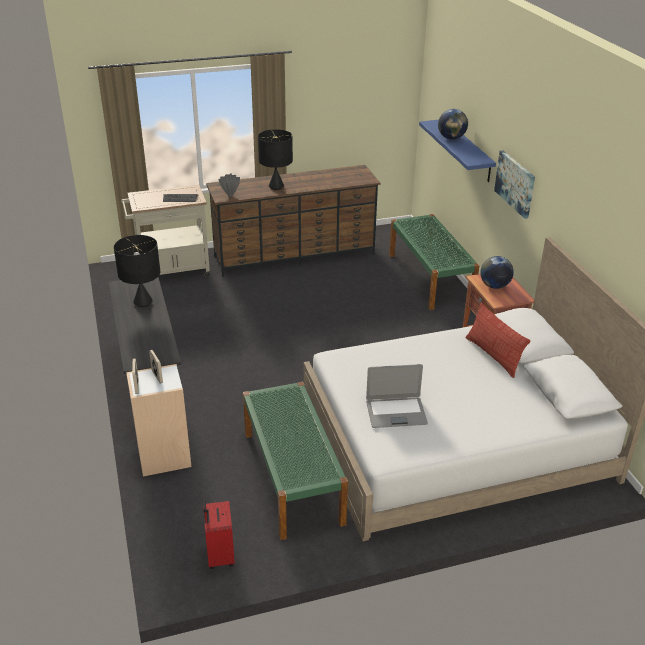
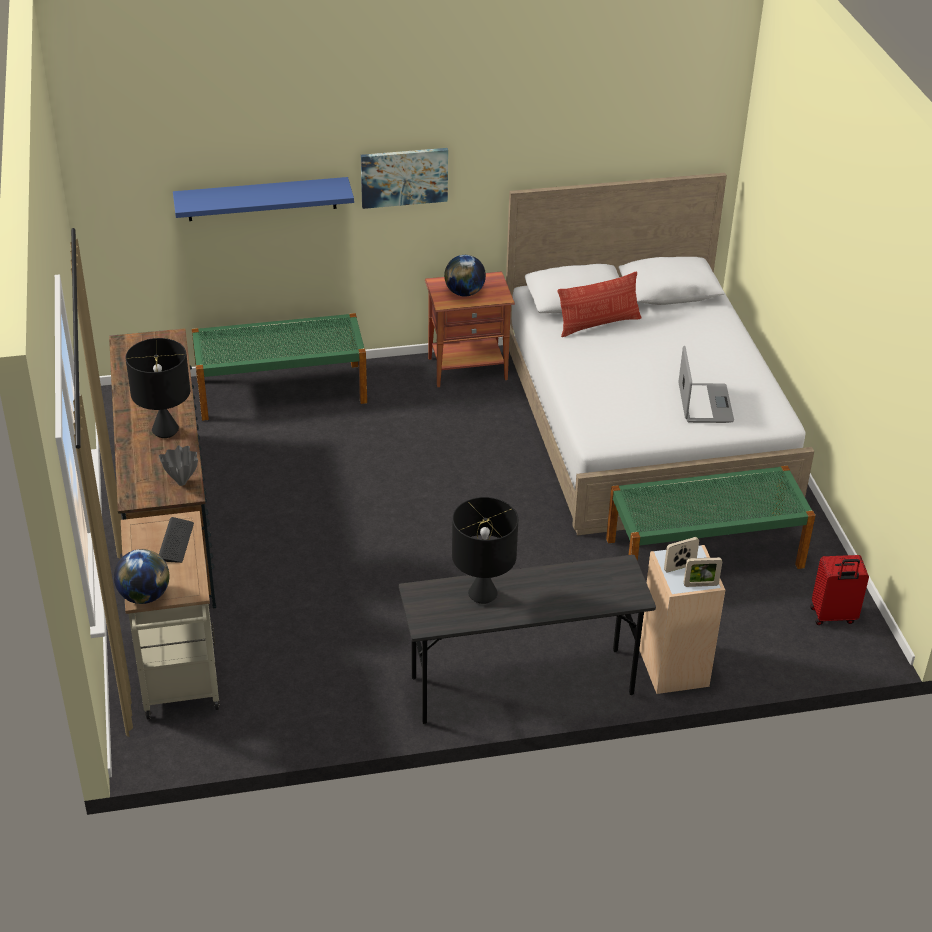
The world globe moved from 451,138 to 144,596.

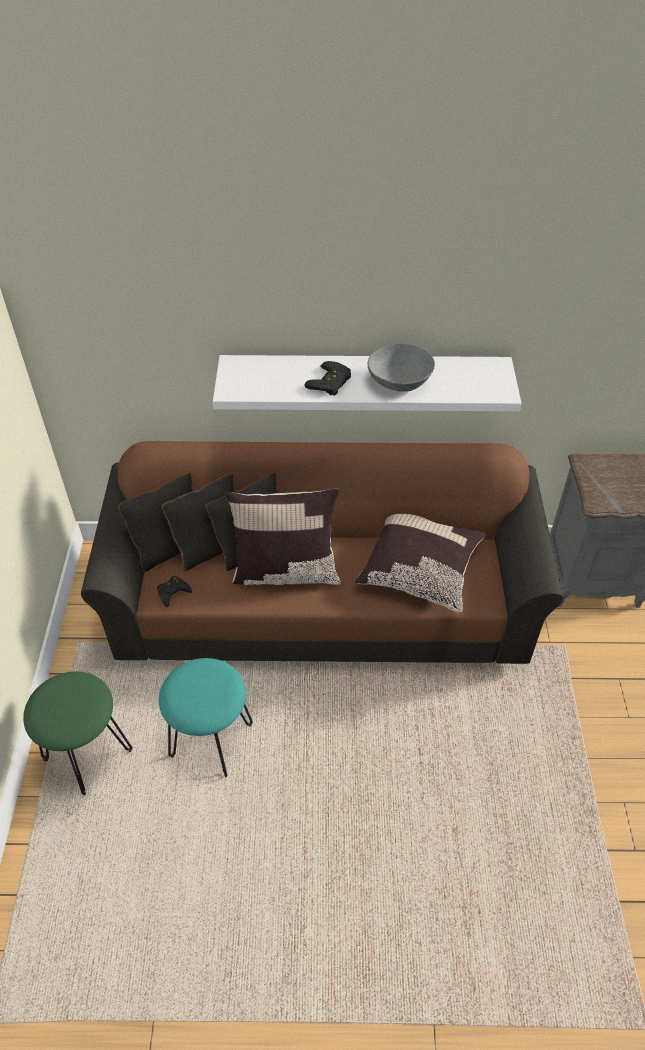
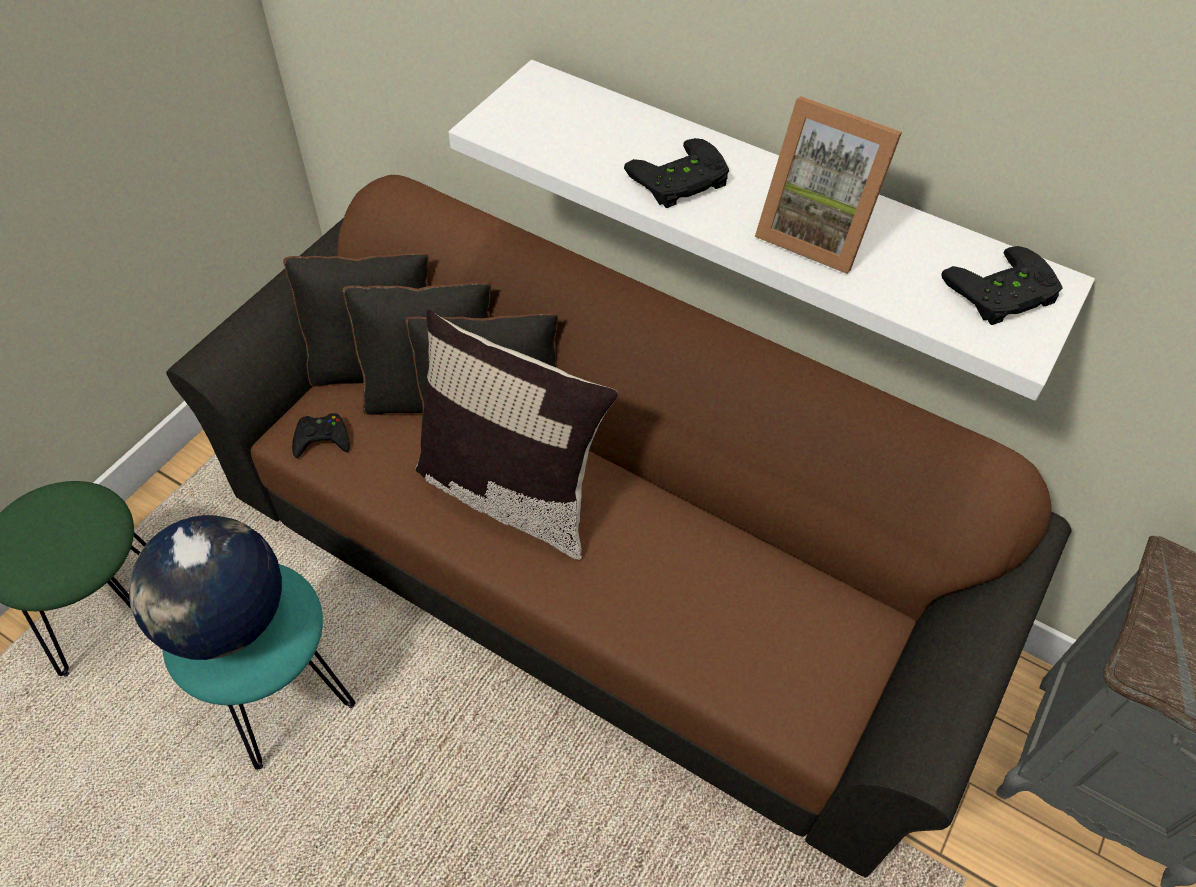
The gray deep dish at 400,381 was replaced by the picture frame at 816,232.
The cushion at 420,569 disappeared.
The blackish gamepad at 1004,295 appeared.
The world globe at 225,619 appeared.

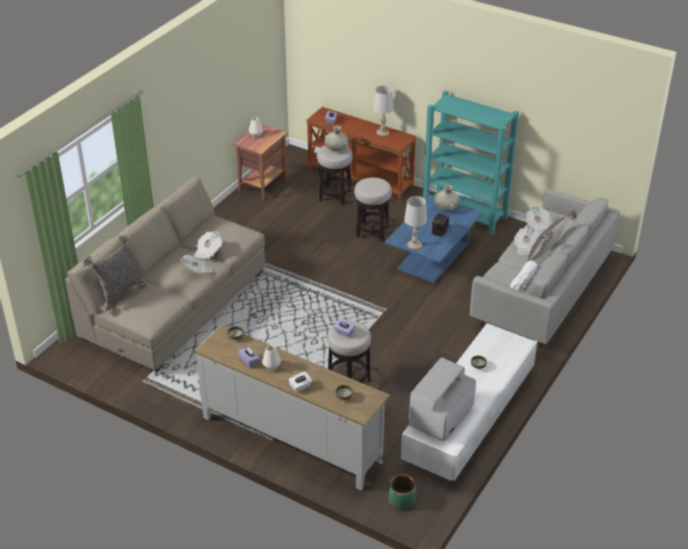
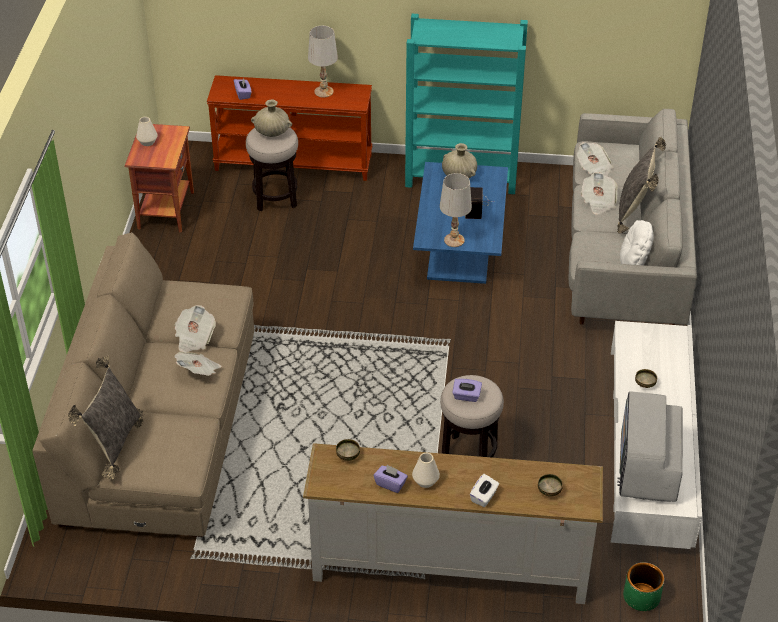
The sitting stool at 372,231 disappeared.

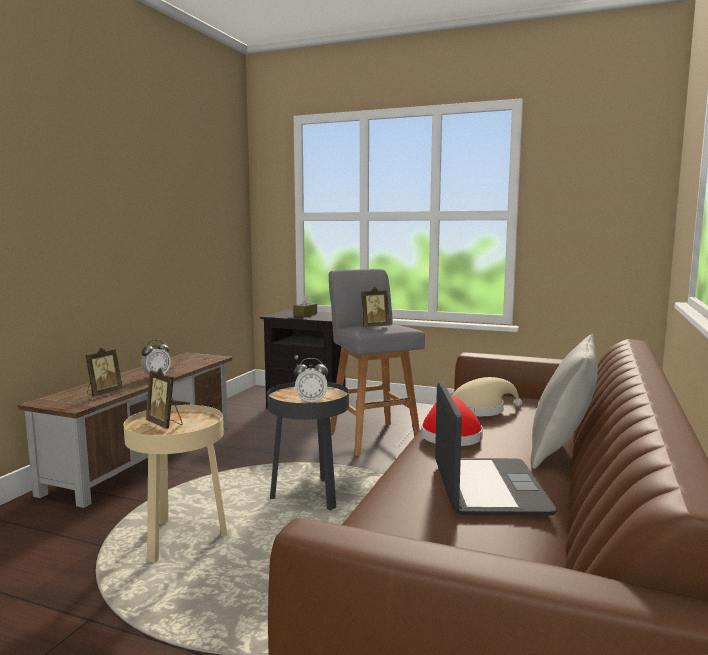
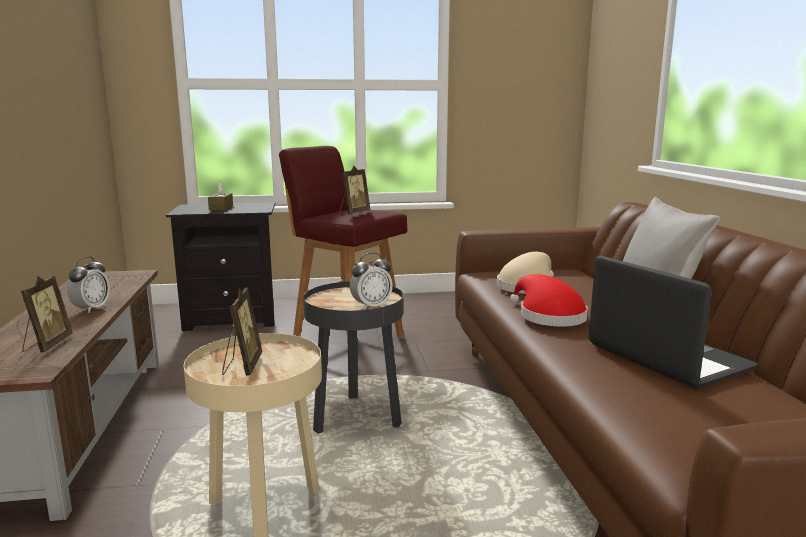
The gray sitting stool at 373,437 became the red-coloured sitting stool at 346,340.
The picture frame at 165,424 turned 105 degrees counterclockwise.

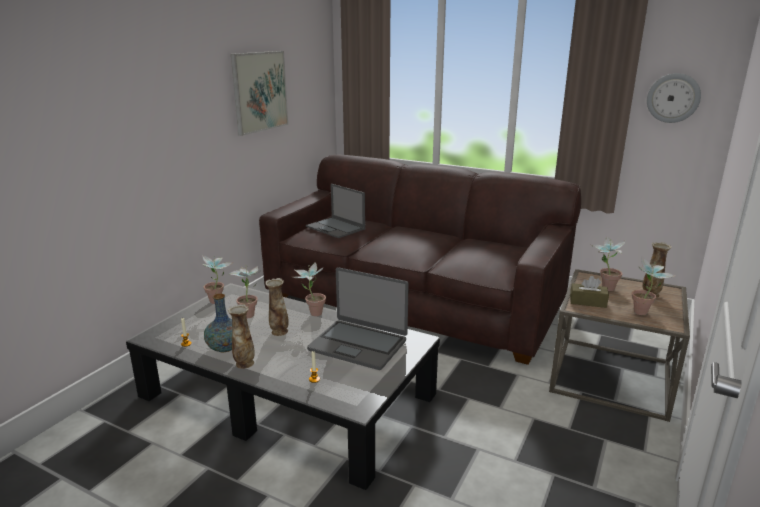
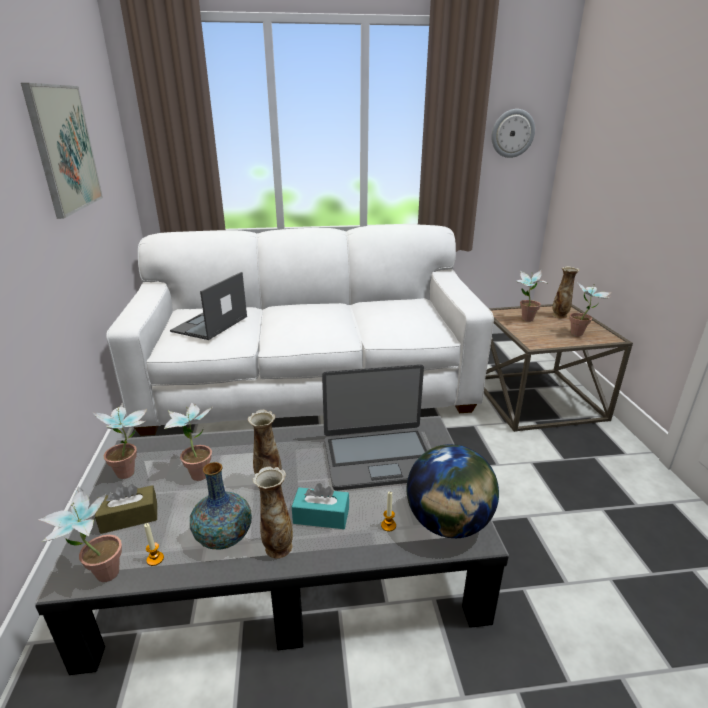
The brown-coloured settee at 412,303 became the white-coloured settee at 308,387.
The notebook computer at 336,228 turned 105 degrees clockwise.
The potted plant moved from 311,313 to 98,576.
The brown-coloured box of tissues moved from 588,302 to 129,517.
The world globe at 448,523 appeared.
The blue-green box of tissues at 321,516 appeared.

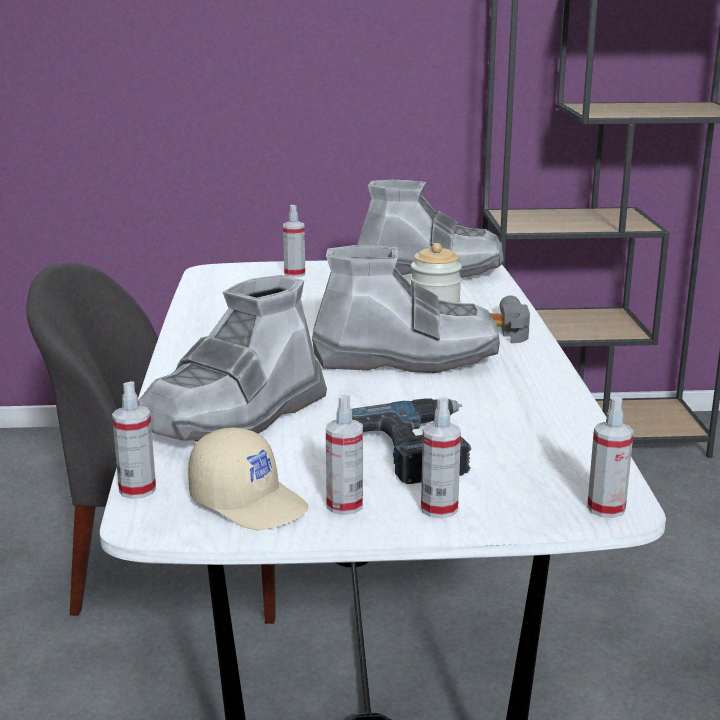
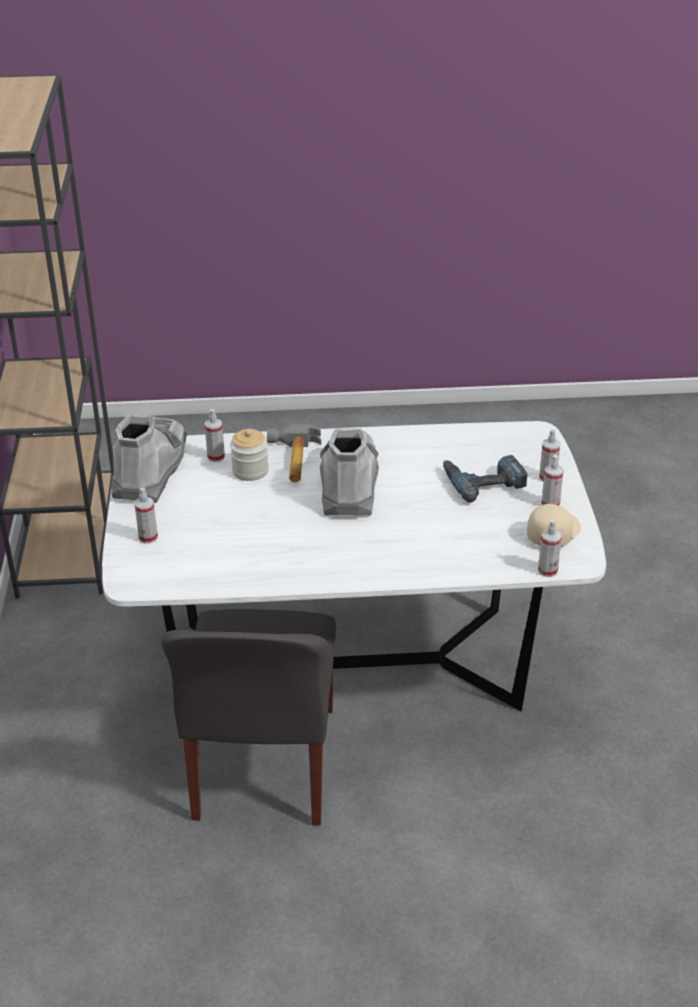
The gray high-top boot at 235,417 disappeared.
The sprayer moved from 606,508 to 216,457.

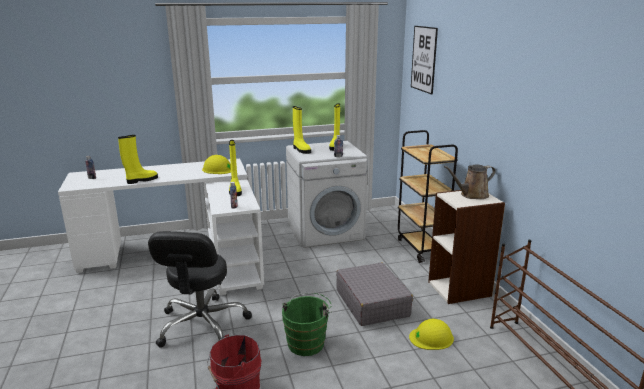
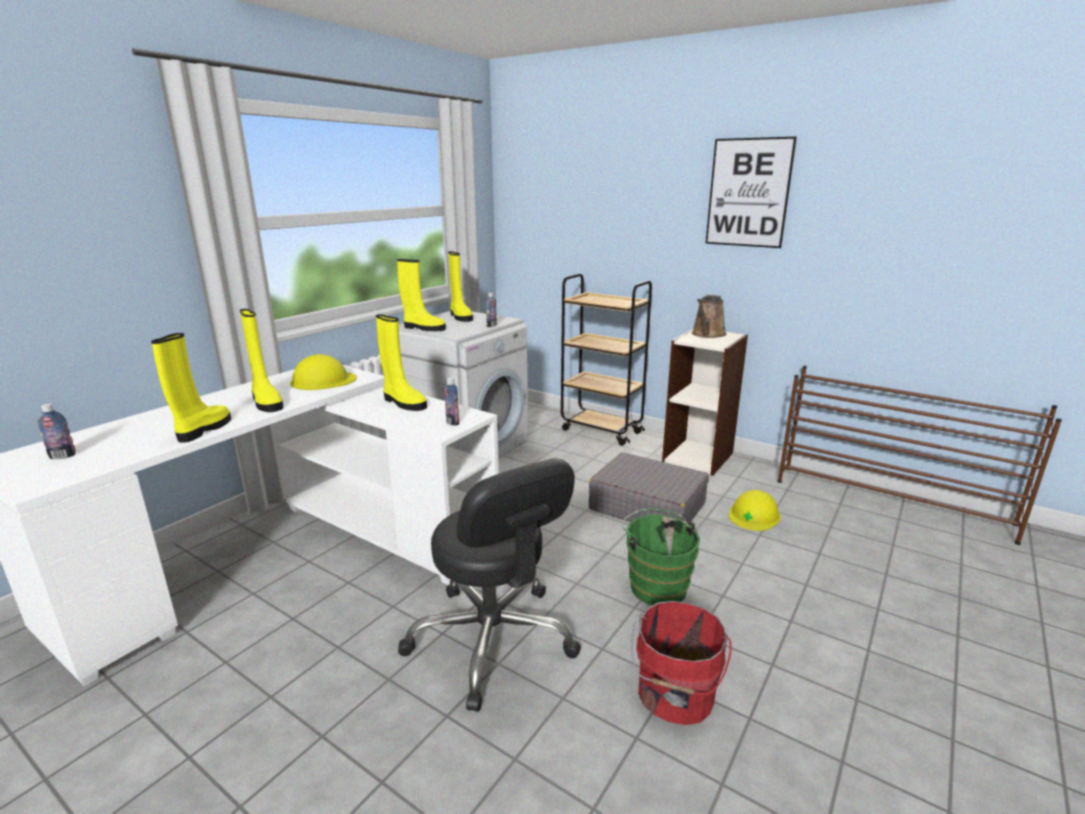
The wall picture moved from 424,59 to 748,193.
The yellow high-top boot at 266,402 appeared.

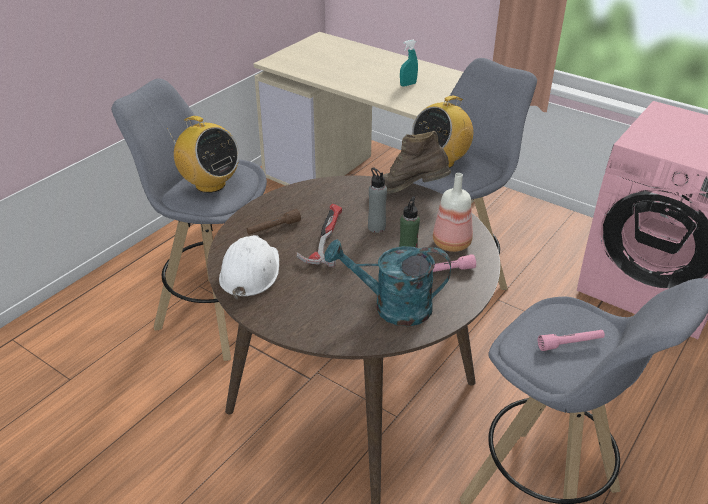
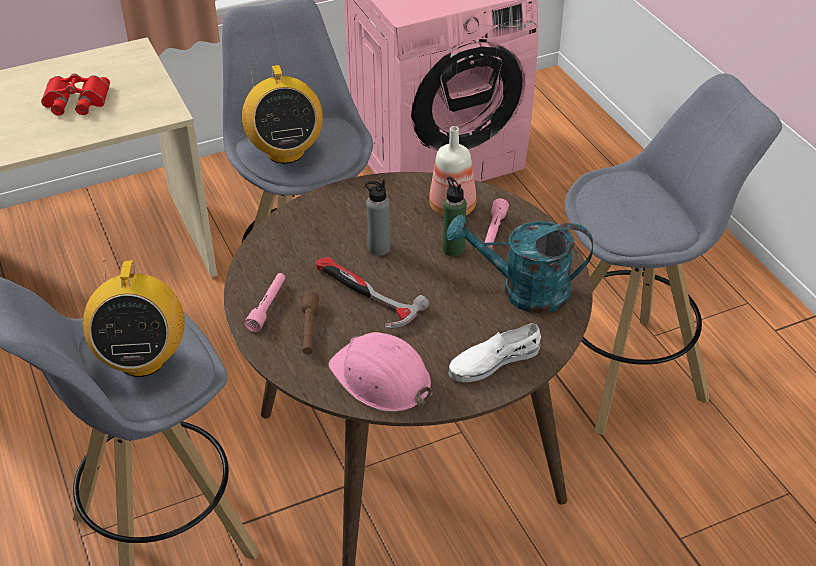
The blue-green sprayer at 408,84 was replaced by the red-coloured binoculars at 75,101.
The radio set at 210,184 turned 105 degrees clockwise.
The brown-coloured high-top boot at 409,193 disappeared.
The white-coloured hard hat at 250,272 became the pinkish hard hat at 381,378.
The blue-green watering pot at 392,307 turned 60 degrees clockwise.
The pinkish flashlight moved from 570,344 to 268,306.
The white-coloured item of footwear at 493,361 appeared.

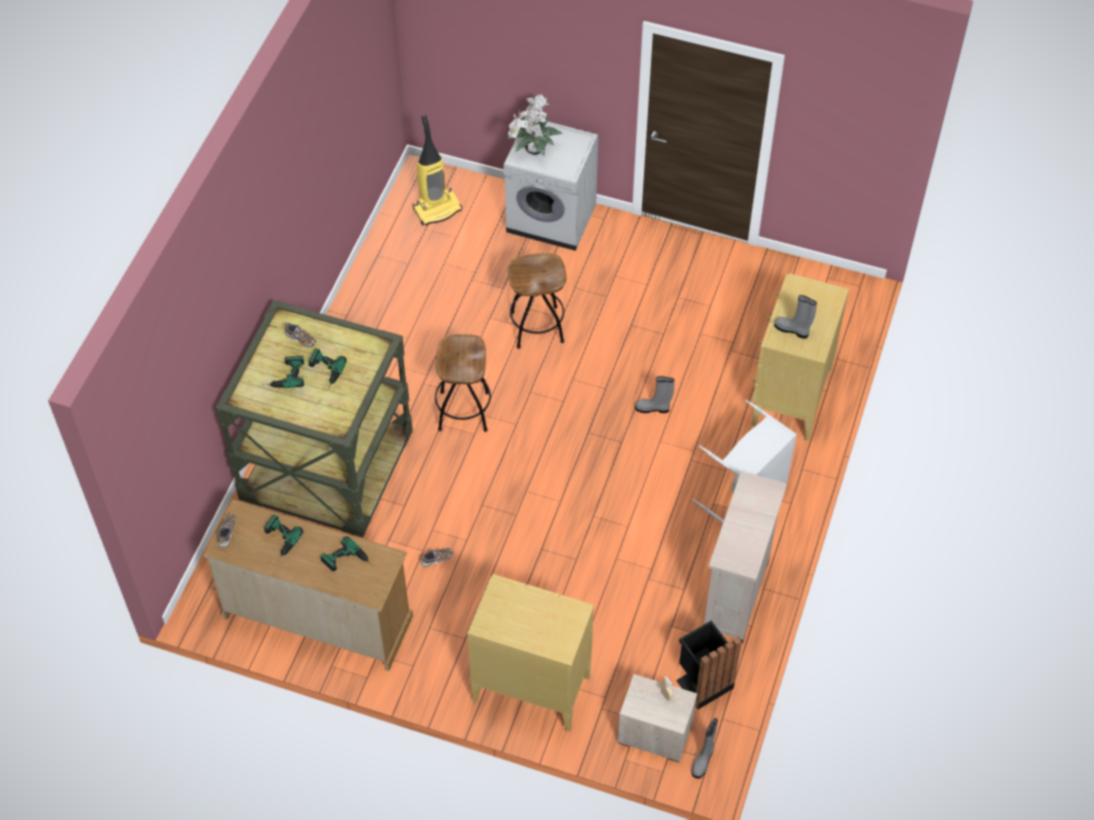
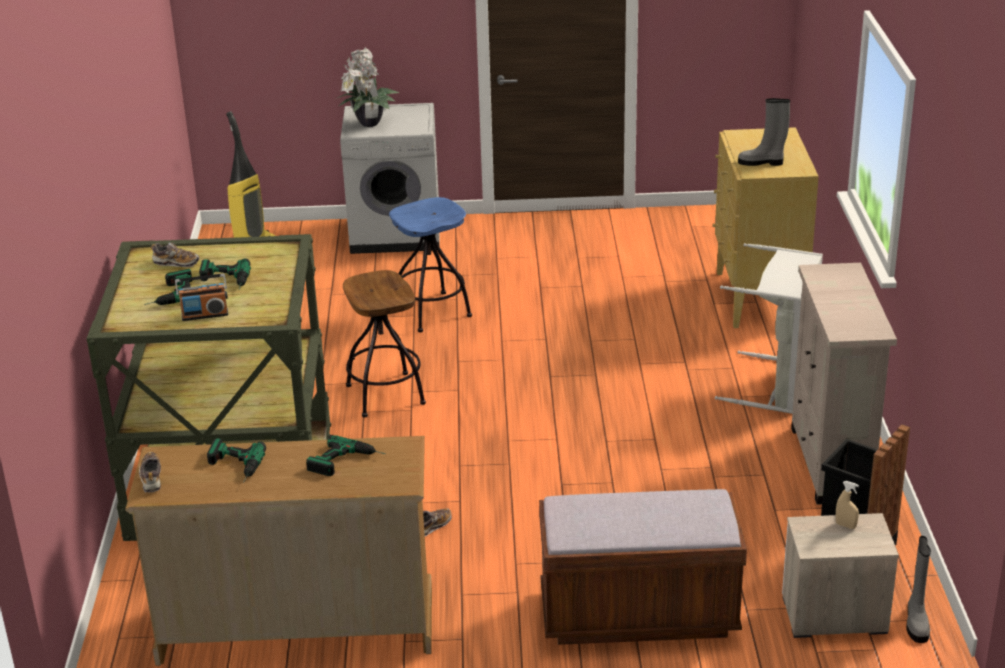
The brown-coloured sitting stool at 537,326 became the blue sitting stool at 432,311.
The gray high-top boot at 653,408 disappeared.
The beige chest of drawers at 531,686 was replaced by the brown-coloured long seat at 638,614.
The radio set at 205,315 appeared.

